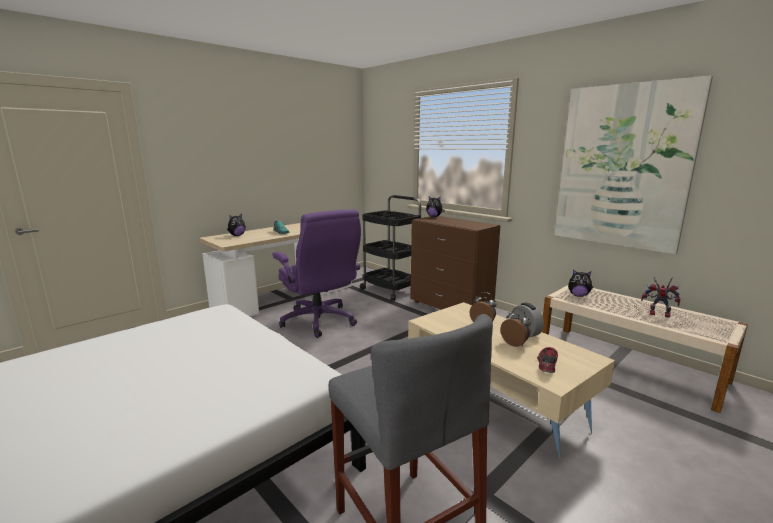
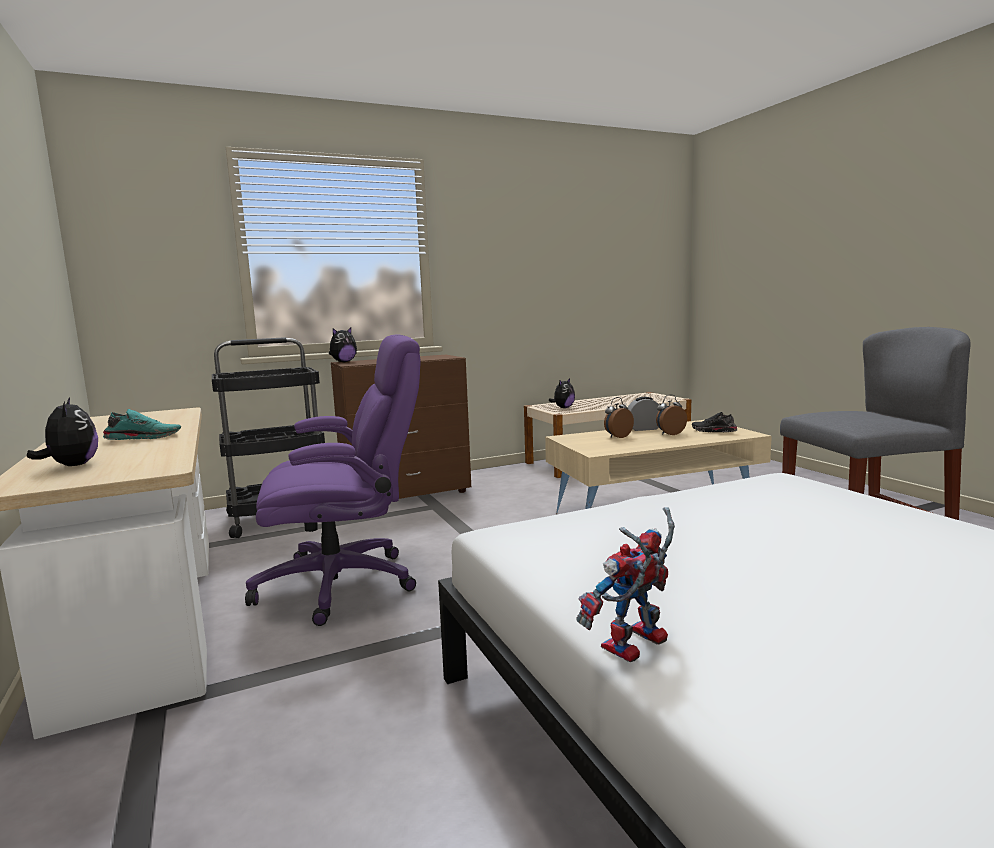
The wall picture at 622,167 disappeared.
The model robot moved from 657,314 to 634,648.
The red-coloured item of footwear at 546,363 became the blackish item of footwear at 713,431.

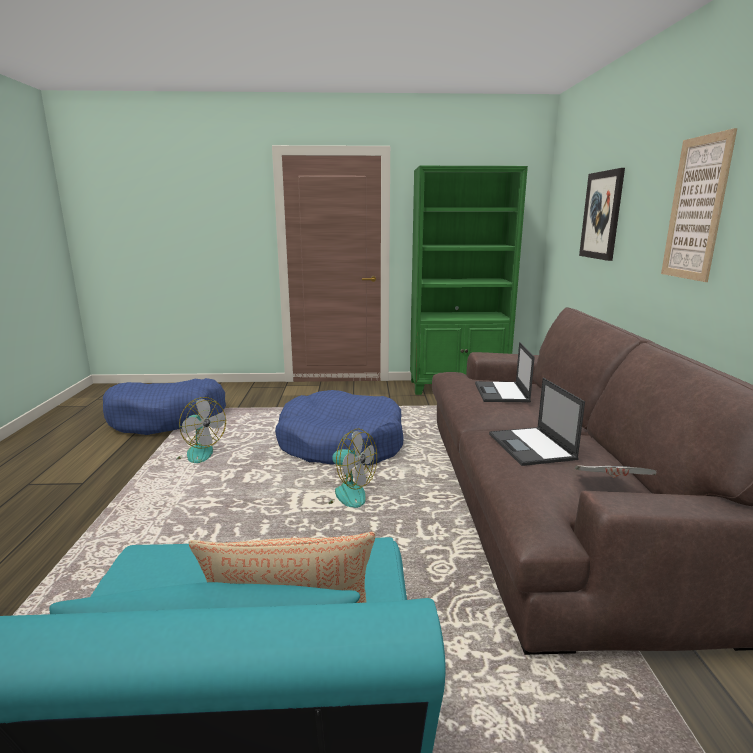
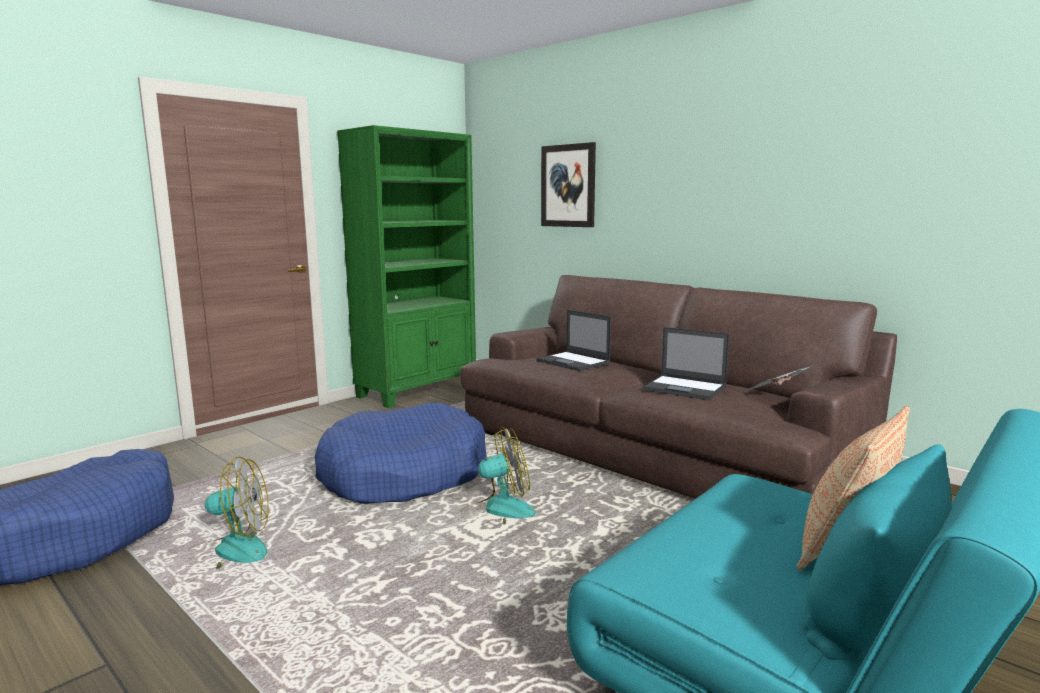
The wall picture at 696,209 disappeared.

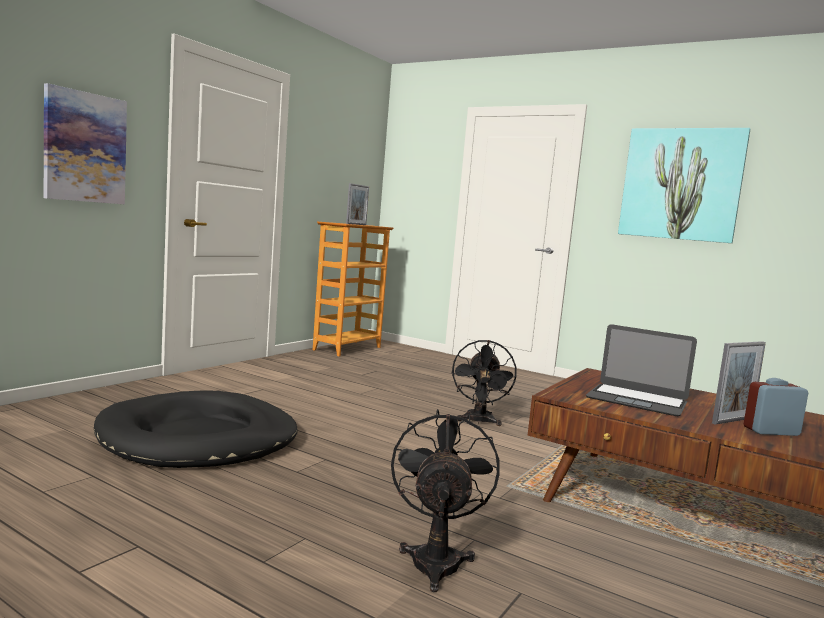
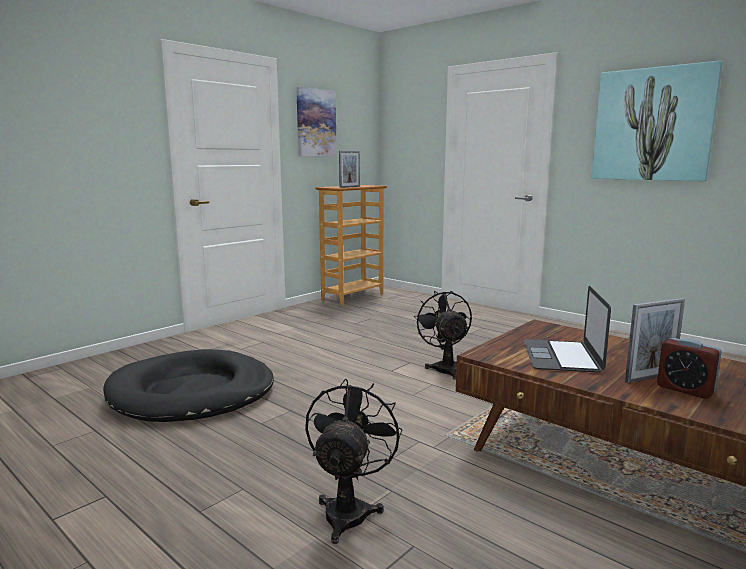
The wall picture moved from 85,147 to 316,123.
The notebook computer at 637,400 turned 60 degrees clockwise.
The blackish electric fan at 478,421 turned 150 degrees clockwise.
The table clock at 771,431 turned 135 degrees counterclockwise.

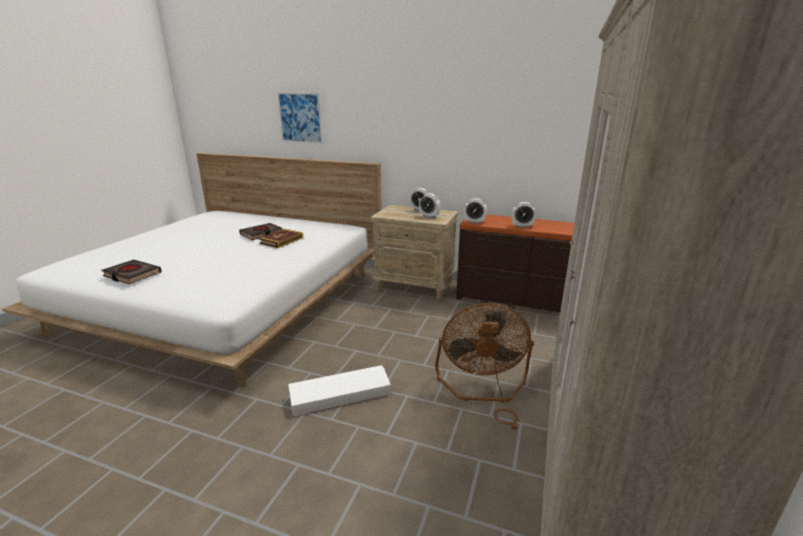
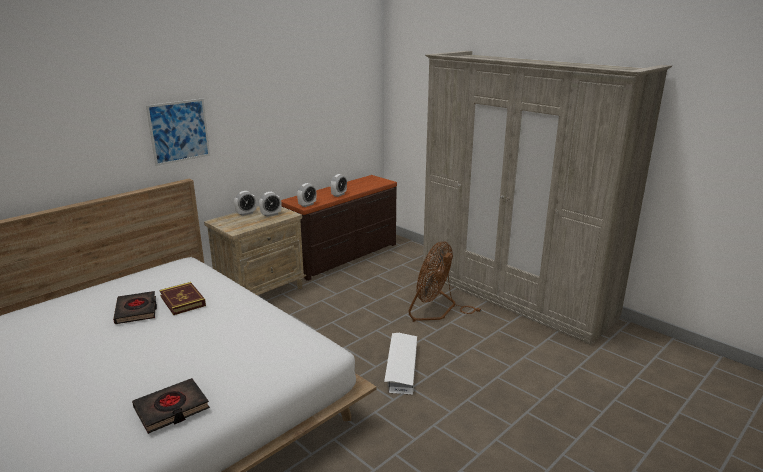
The wall picture moved from 300,118 to 179,131.

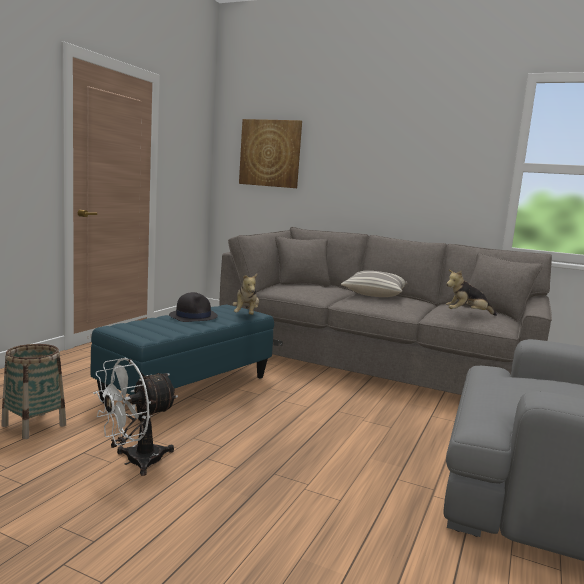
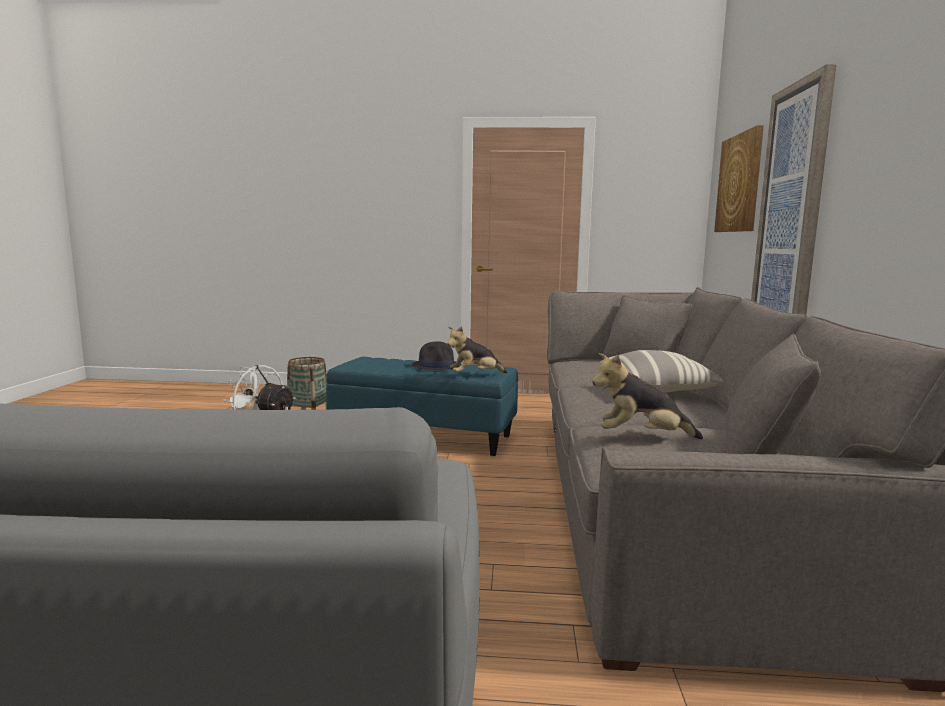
The soft toy at 467,314 turned 60 degrees counterclockwise.
The wall picture at 790,214 appeared.

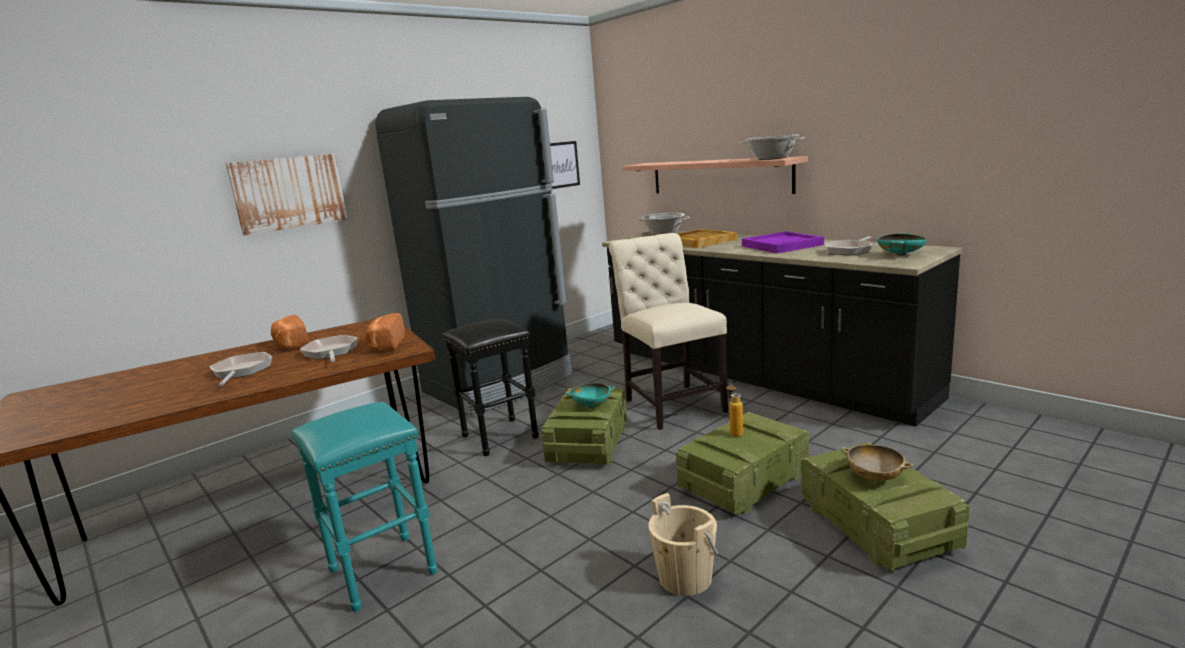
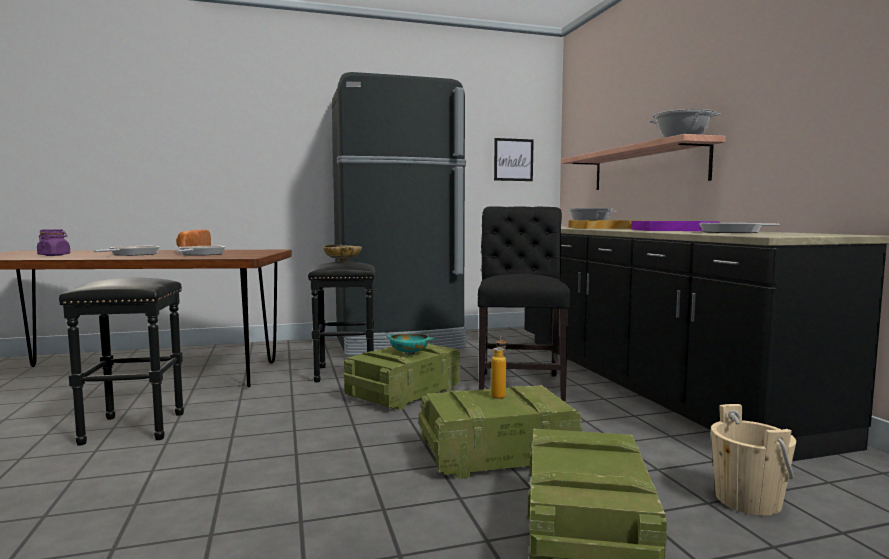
The wall picture at 289,193 disappeared.
The beige plain chair at 672,404 became the blackish plain chair at 521,384.
The blue-green deep dish at 900,254 disappeared.
The baked bread at 385,345 disappeared.
The blue-green sitting stool at 381,573 became the blackish sitting stool at 131,429.
The beige deep dish moved from 874,477 to 342,261.
The beige pail moved from 685,578 to 748,500.
The purplish jar at 54,255 appeared.

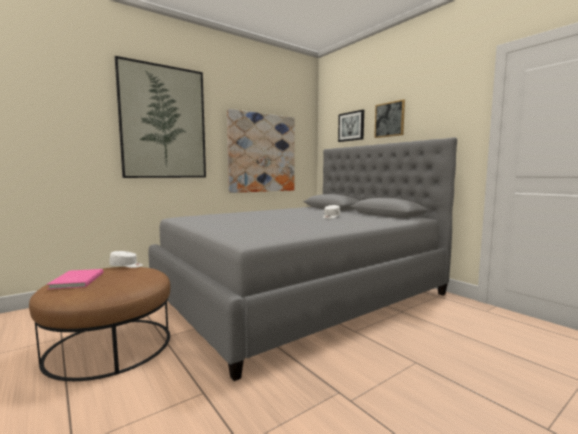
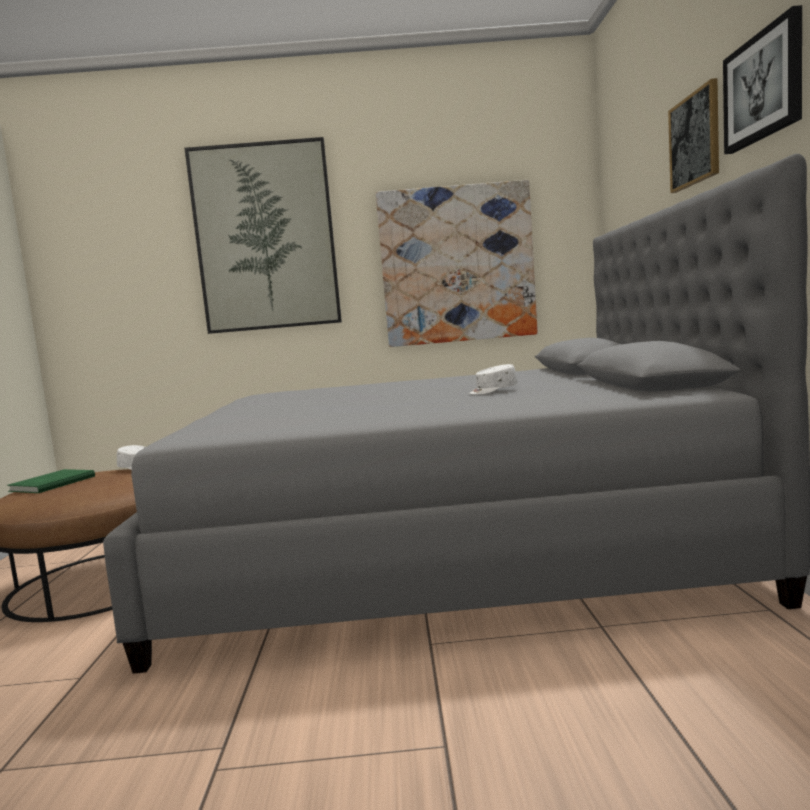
The wall picture moved from 351,126 to 763,87.
The pinkish bound book at 75,281 became the greenish bound book at 50,484.

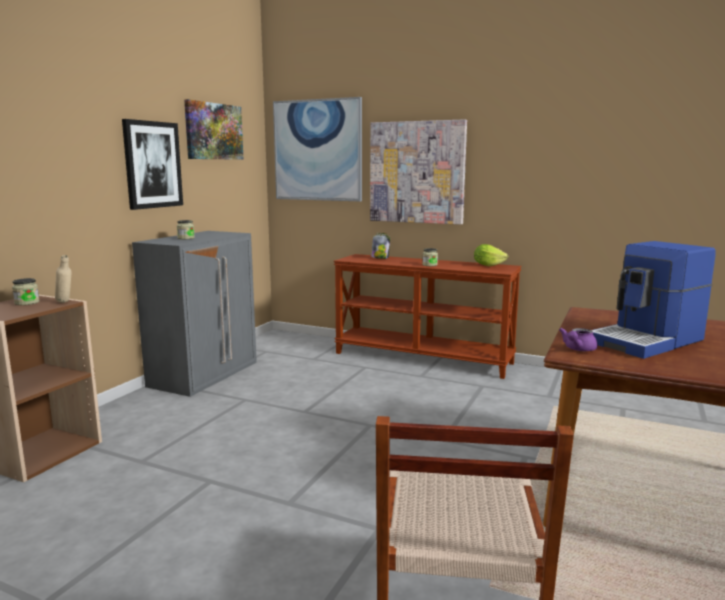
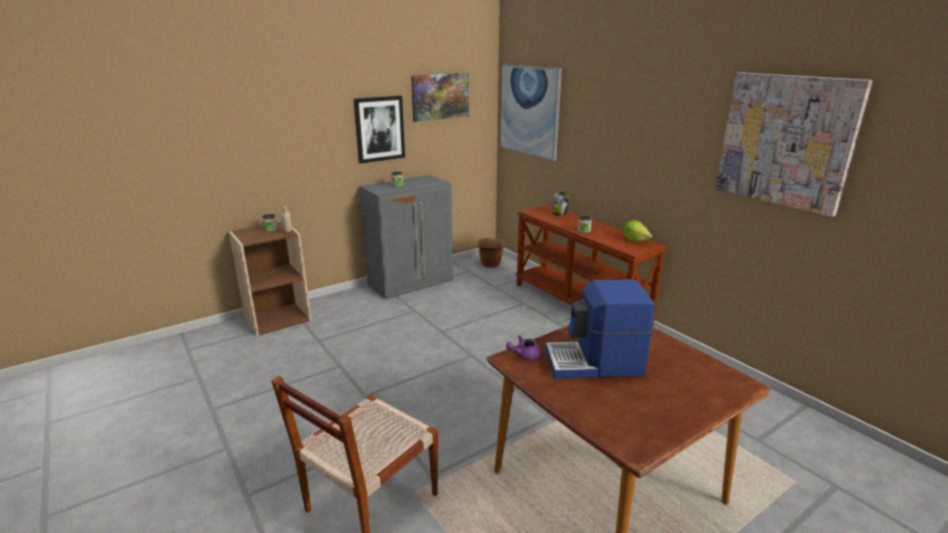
The wall picture moved from 417,172 to 786,141.
The brown-coloured flower pot at 490,264 appeared.

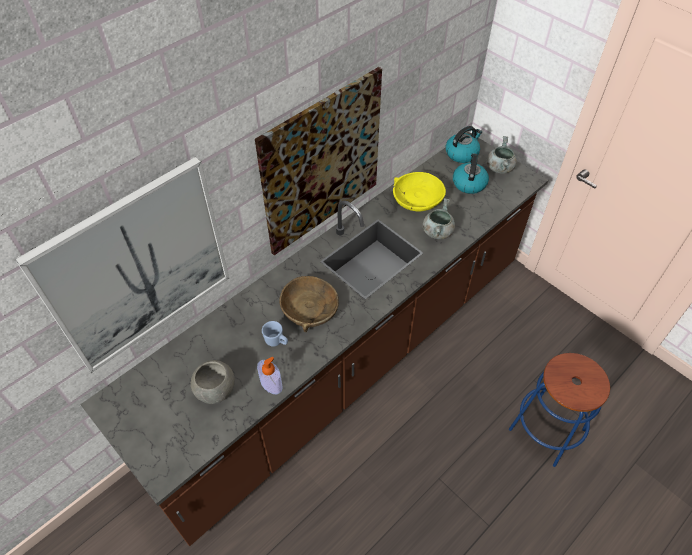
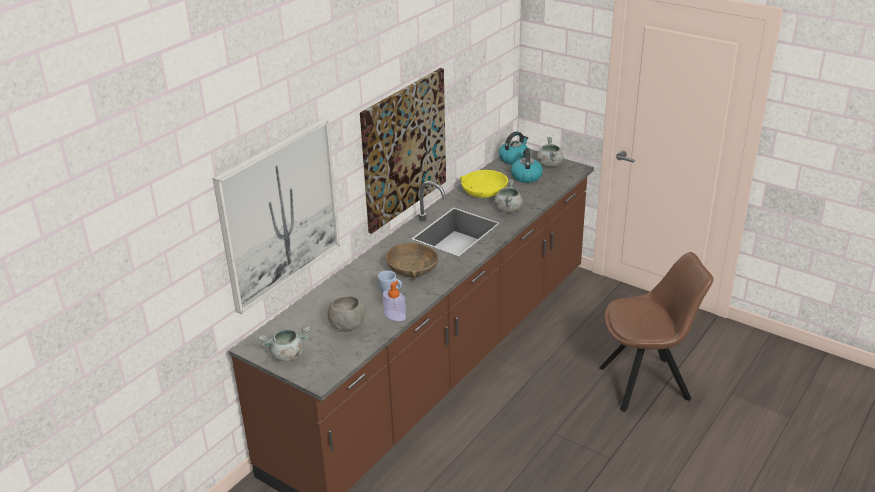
The blue sitting stool at 547,429 was replaced by the brown-coloured plain chair at 645,383.
The gray stockpot at 287,355 appeared.

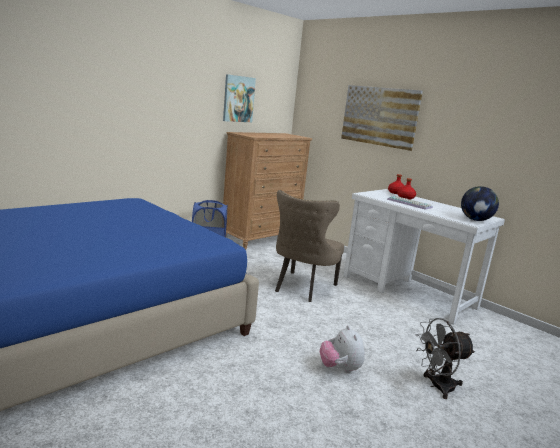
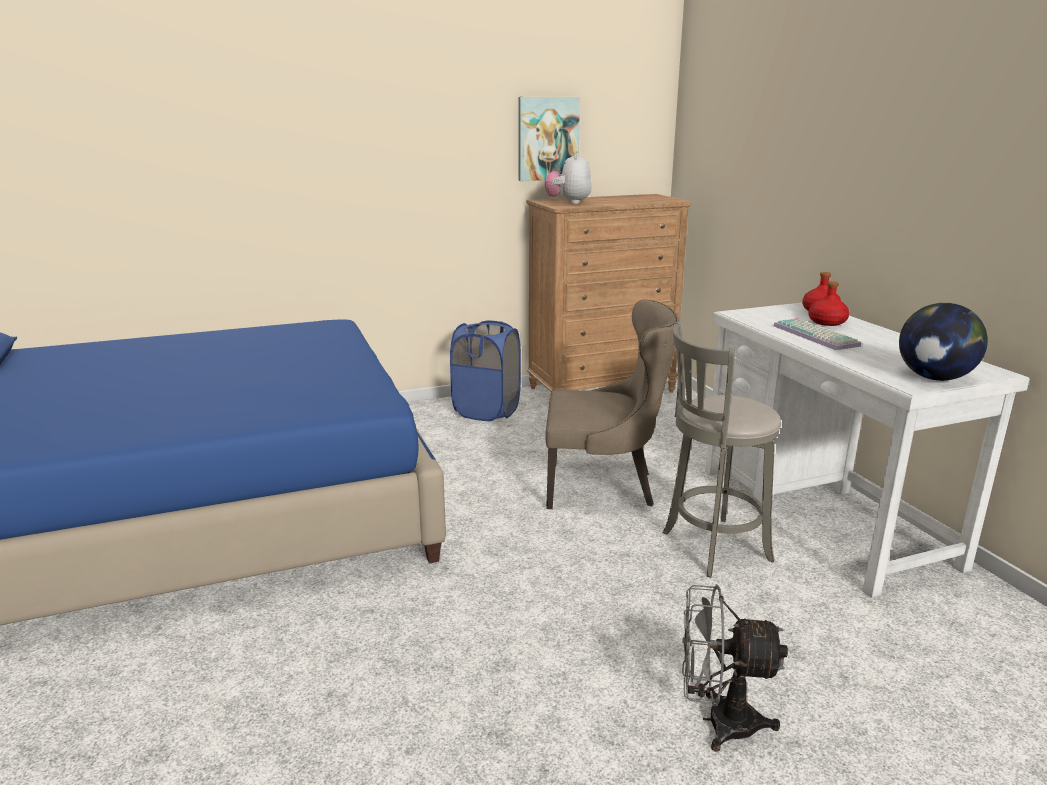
The wall picture at 379,116 disappeared.
The beige plain chair at 302,288 turned 135 degrees counterclockwise.
The soft toy moved from 340,368 to 568,202.
The gray sitting stool at 711,547 appeared.

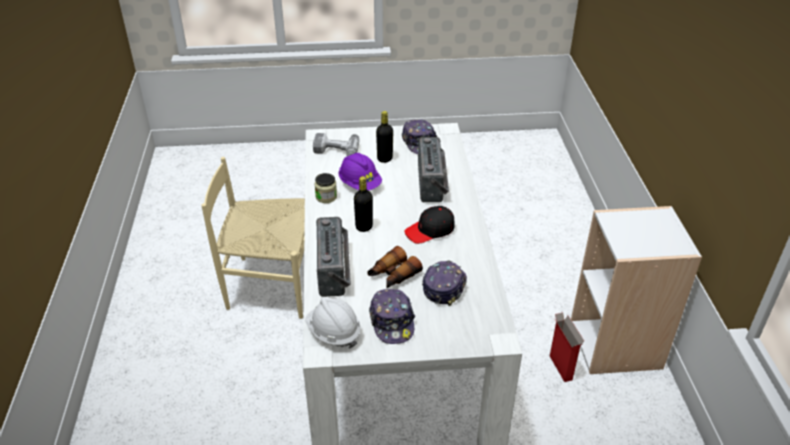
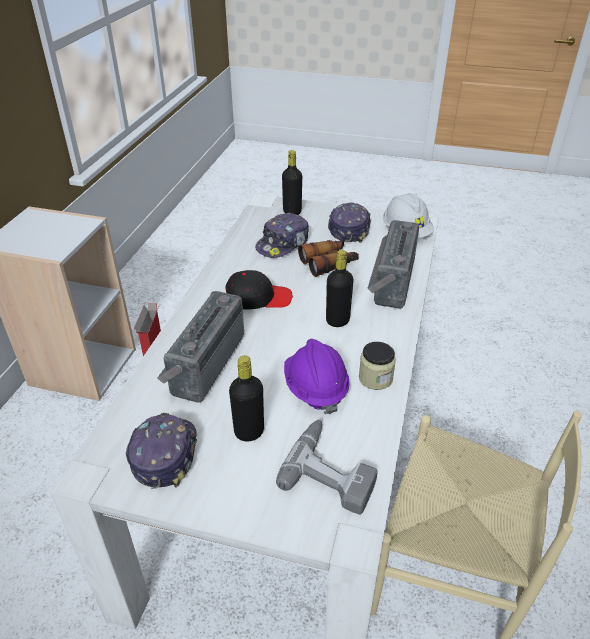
The blackish beverage bottle at 292,212 appeared.

